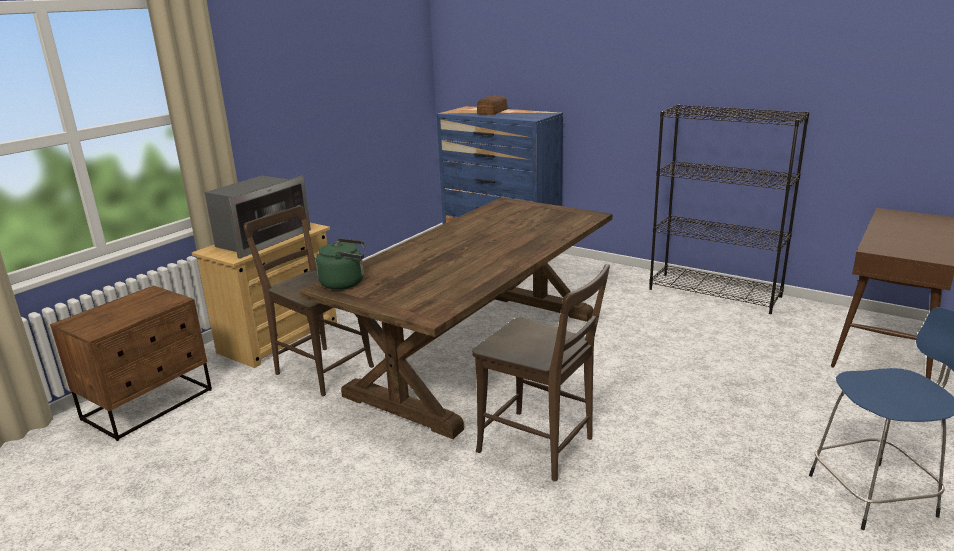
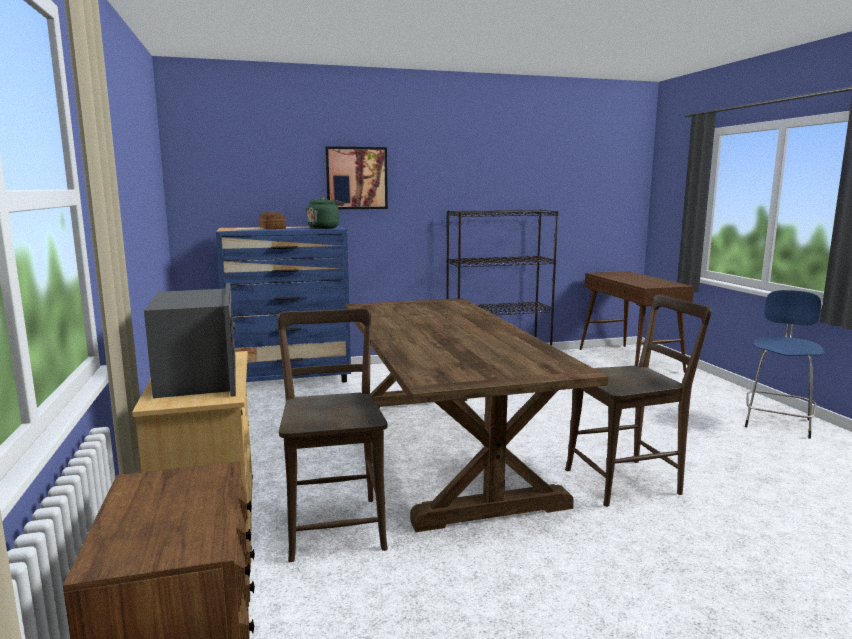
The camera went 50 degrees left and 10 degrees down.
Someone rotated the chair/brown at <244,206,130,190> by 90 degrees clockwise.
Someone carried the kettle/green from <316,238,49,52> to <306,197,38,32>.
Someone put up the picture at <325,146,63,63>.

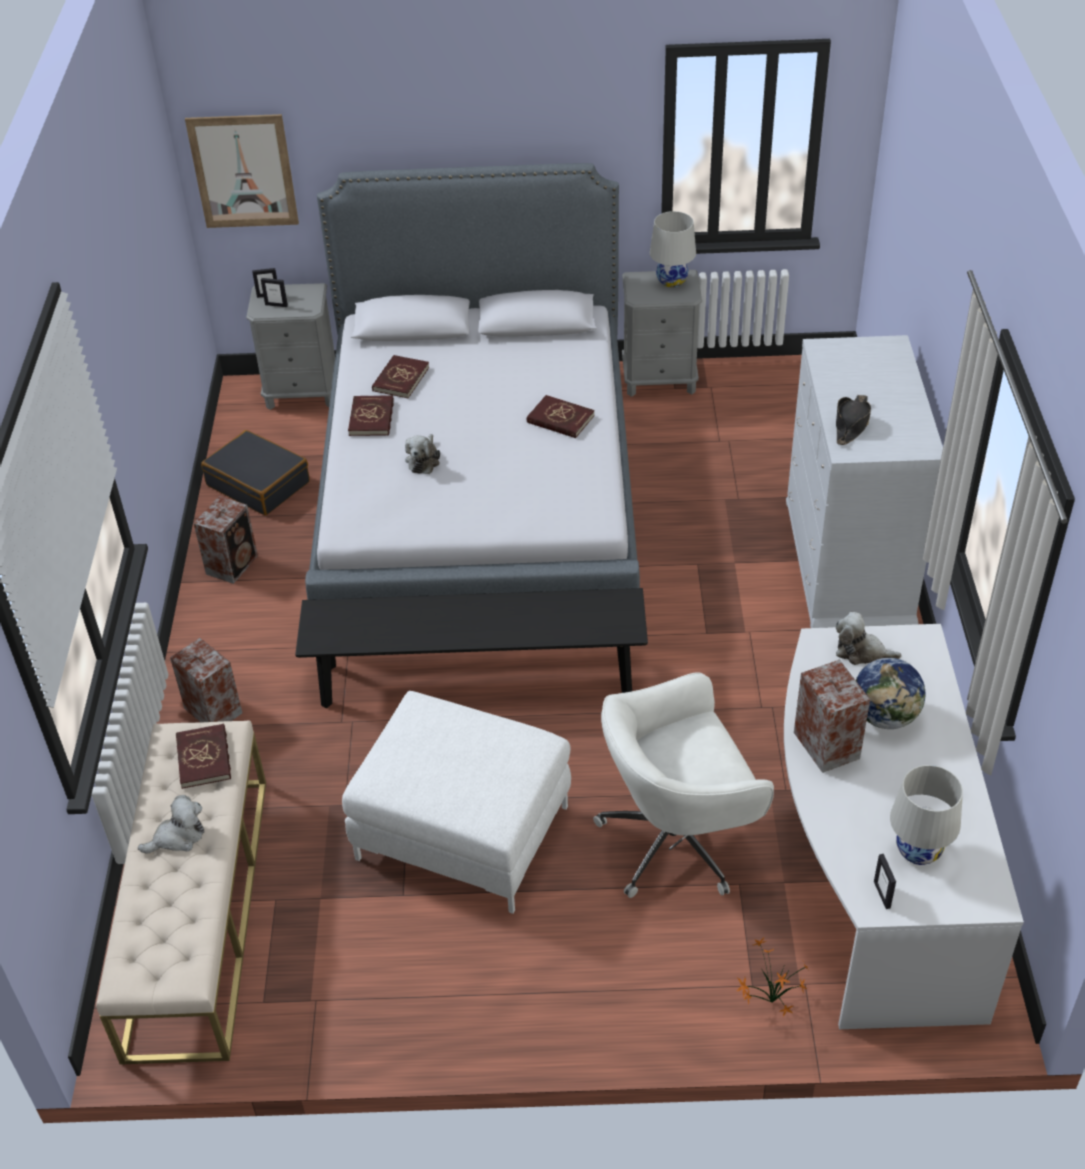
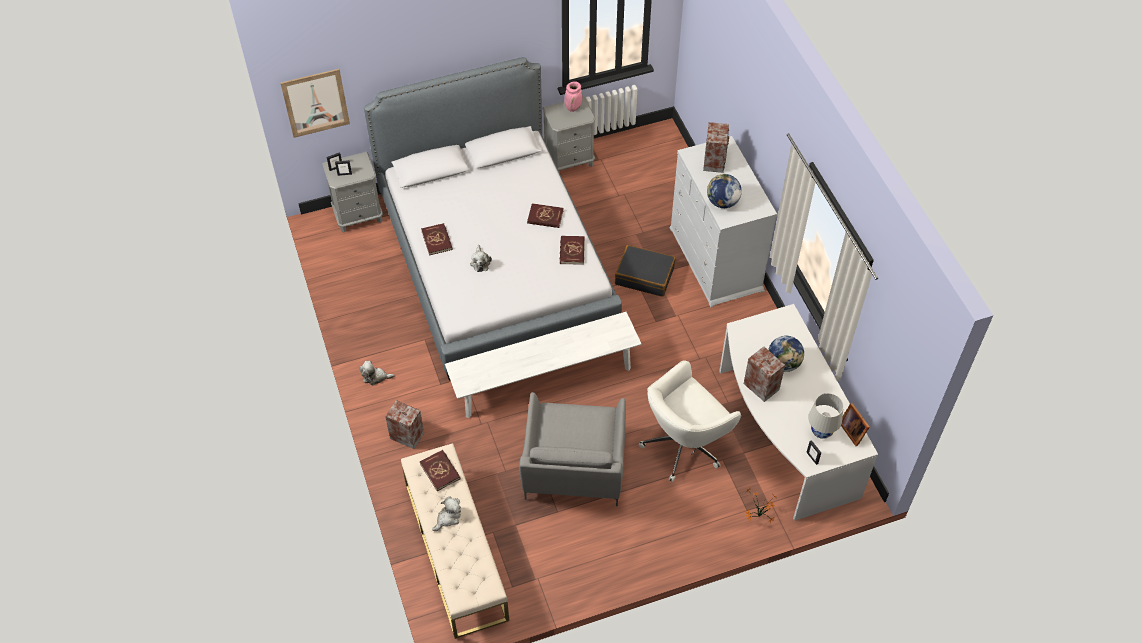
The camera went 20 degrees left and 10 degrees up.
Someone carried the plush toy from <836,612,66,53> to <360,361,35,24>.
Someone repainted the bench/black at <295,588,353,120>, which became the bench/white at <445,312,196,106>.
Someone swapped the ottoman/white at <342,691,229,223> for the armchair/grey at <519,392,107,114>.
Someone carried the book/red from <372,355,57,43> to <560,236,25,29>.
Someone swapped the table lamp/white at <650,211,46,76> for the vase/pink at <564,81,19,31>.
Someone carried the suitcase/black from <201,430,109,85> to <615,245,61,52>.
Someone carried the speaker from <193,496,65,88> to <703,122,26,51>.
Someone swapped the hat/black at <836,395,35,50> for the globe at <707,174,35,34>.
Someone put down the picture frame at <841,403,29,43>.

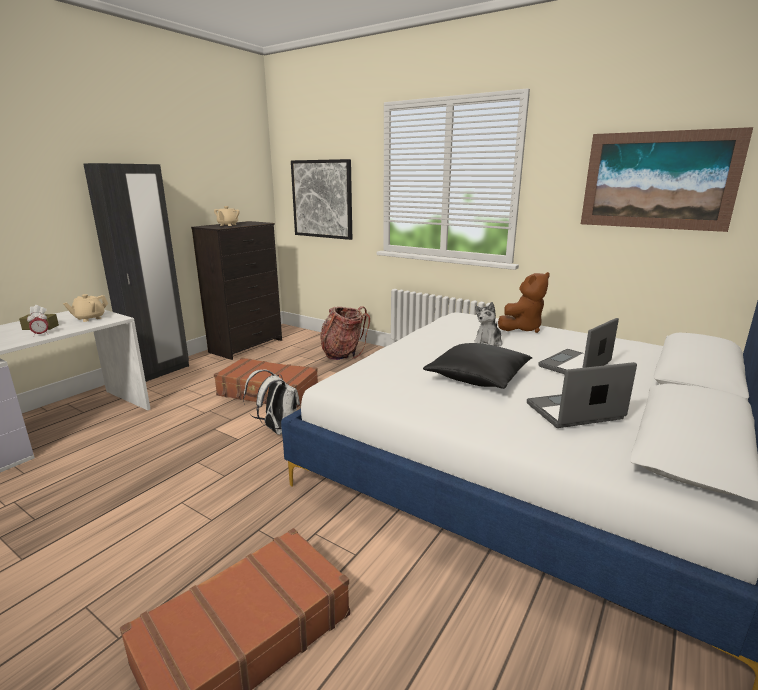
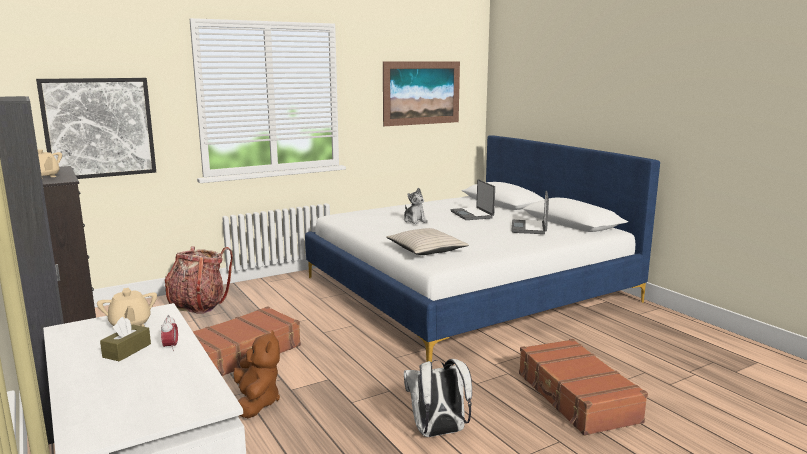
The camera went 65 degrees left and 5 degrees down.
Someone carried the plush toy/brown from <498,272,52,61> to <234,330,46,88>.
Someone put down the pillow/beige at <386,228,83,27>.
Someone carried the backpack/white from <243,369,57,66> to <404,359,68,78>.
Someone took away the pillow/black at <423,343,109,46>.

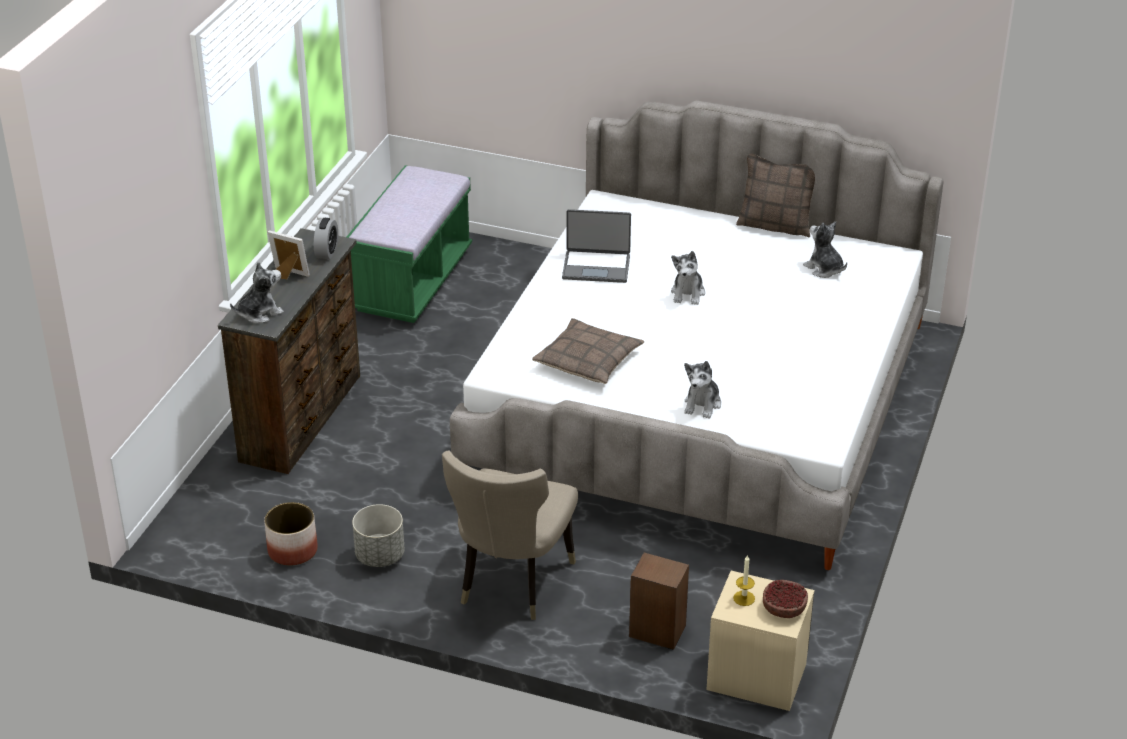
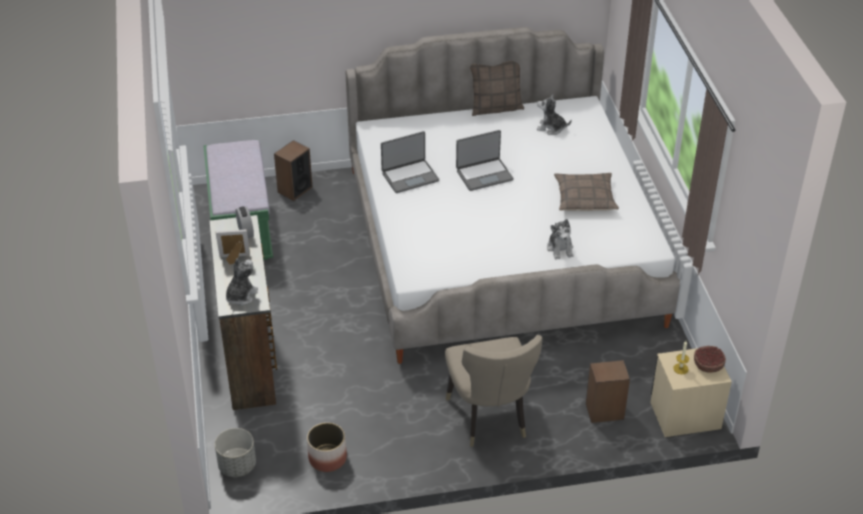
The camera went 30 degrees left and 5 degrees up.
Someone carried the planter/grey from <352,504,53,63> to <215,428,41,49>.
Someone put down the speaker at <274,140,38,61>.
Someone swapped the plush toy at <671,251,34,54> for the laptop at <456,130,58,61>.
Someone carried the pillow from <532,318,113,66> to <554,173,65,38>.

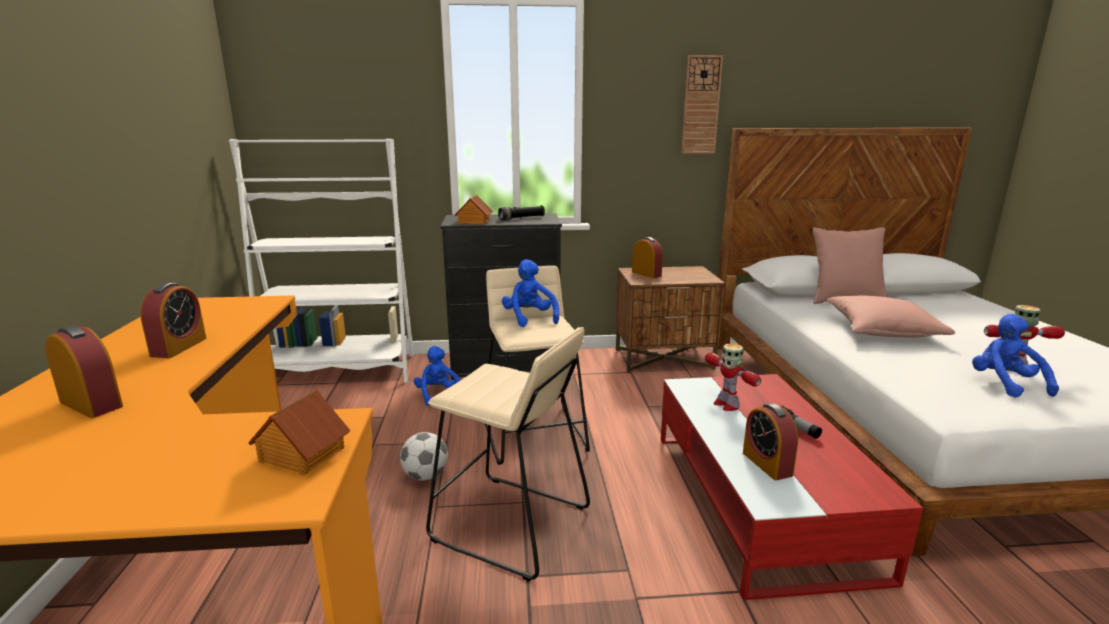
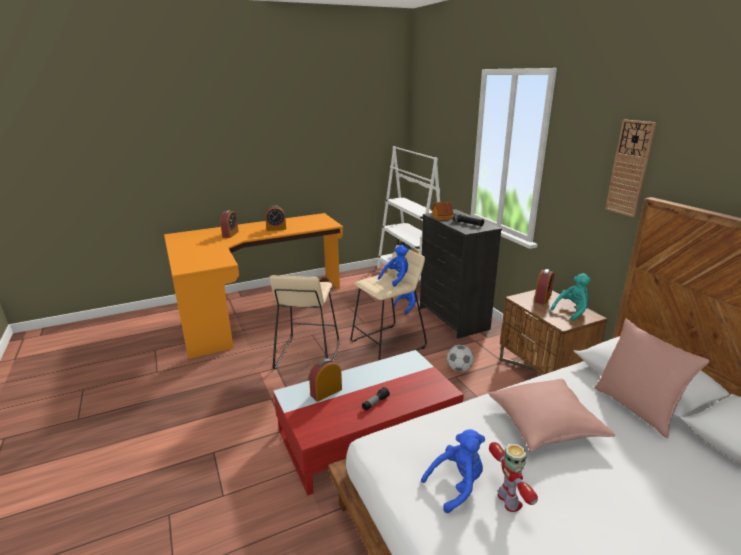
The camera went 70 degrees right and 5 degrees up.
Someone carried the football from <400,432,48,49> to <447,345,27,27>.
Someone put down the plush toy/turquoise at <550,273,41,48>.
Someone took away the toy house at <248,390,103,86>.
Someone took away the toy robot at <705,343,56,68>.

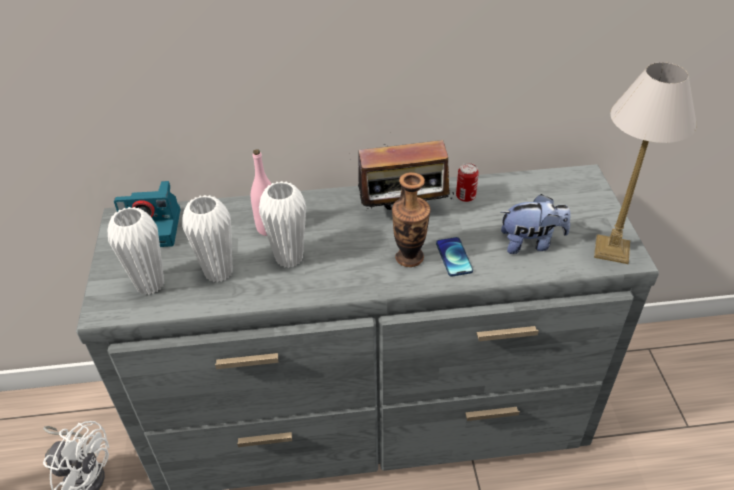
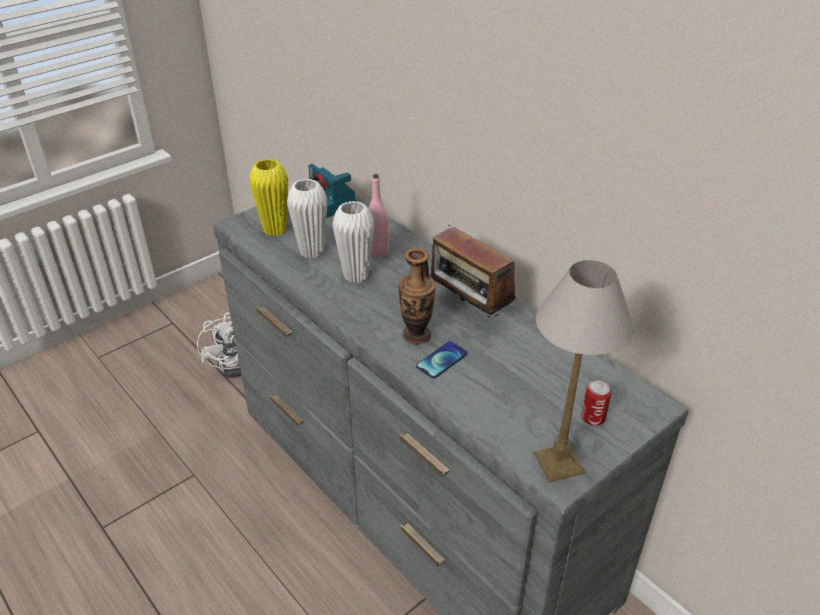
The camera went 55 degrees right and 5 degrees down.
Someone repainted the vase/white at <107,207,57,88>, which became the vase/yellow at <249,159,39,77>.
Someone carried the can from <456,163,23,39> to <581,380,30,46>.
Someone took away the plush toy at <500,194,70,60>.

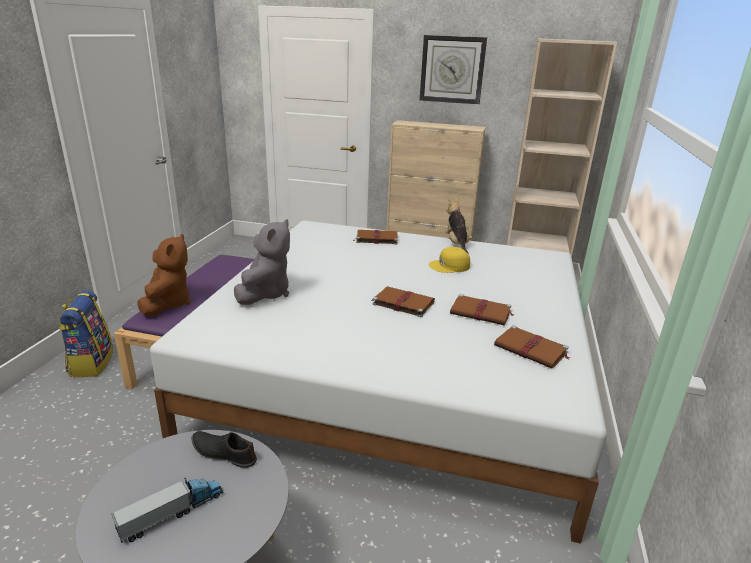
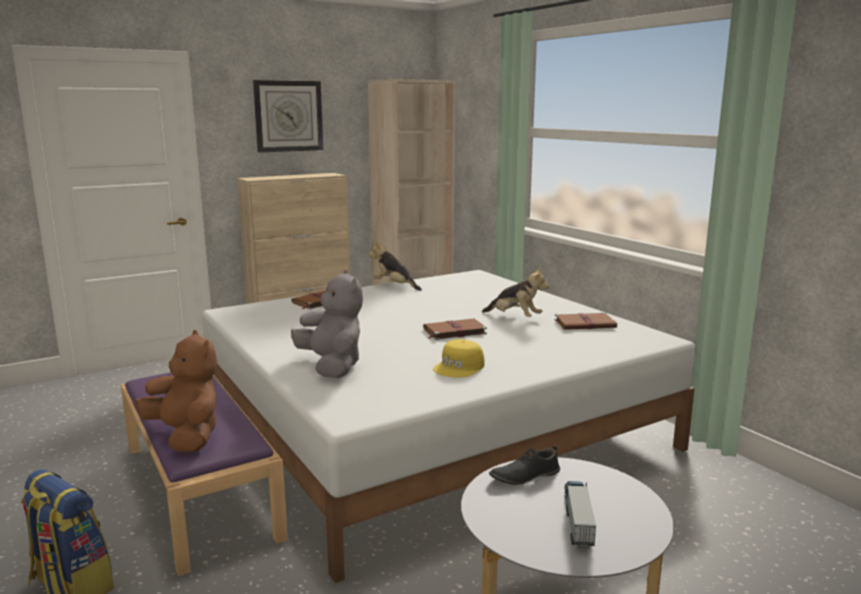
The camera went 45 degrees left and 10 degrees down.
Someone carried the cap/yellow from <429,247,41,26> to <433,339,52,38>.
Someone swapped the book/brown at <450,294,65,32> for the plush toy at <482,267,67,50>.

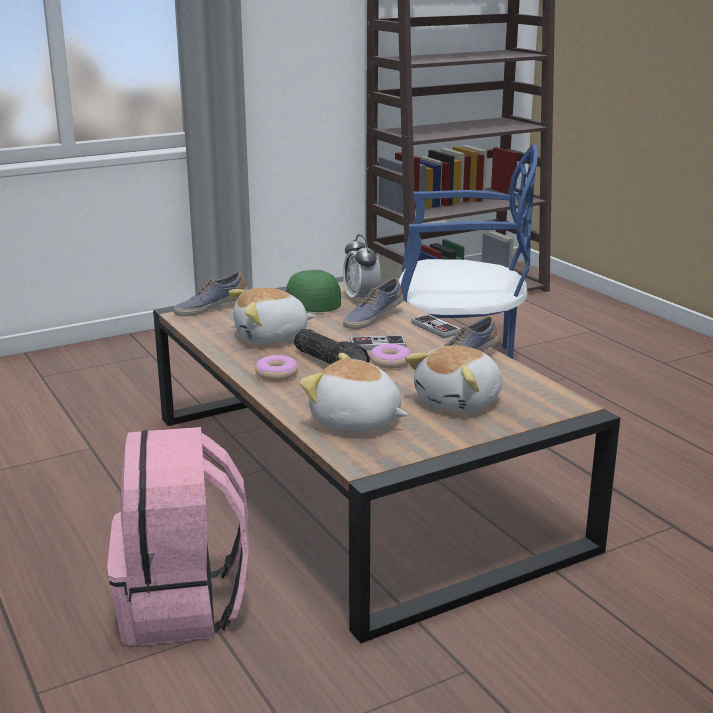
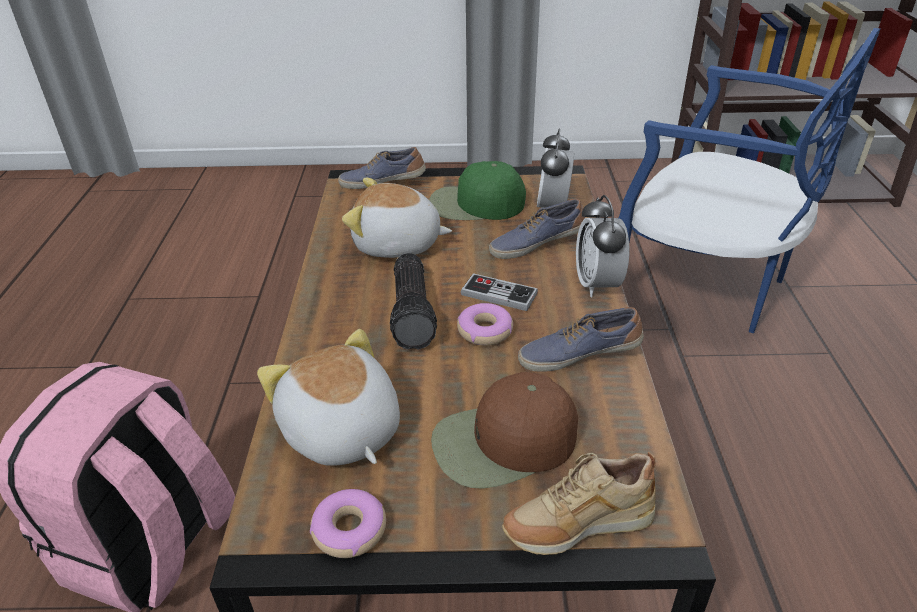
The camera went 30 degrees right and 15 degrees up.
Someone carried the donut from <255,355,43,26> to <310,489,76,69>.
Someone swapped the plush toy at <405,345,98,67> for the cap/brown at <431,372,147,117>.
Someone put down the shoe/beige at <502,452,154,103>.
Someone swapped the game controller at <411,314,50,24> for the alarm clock at <576,195,53,102>.

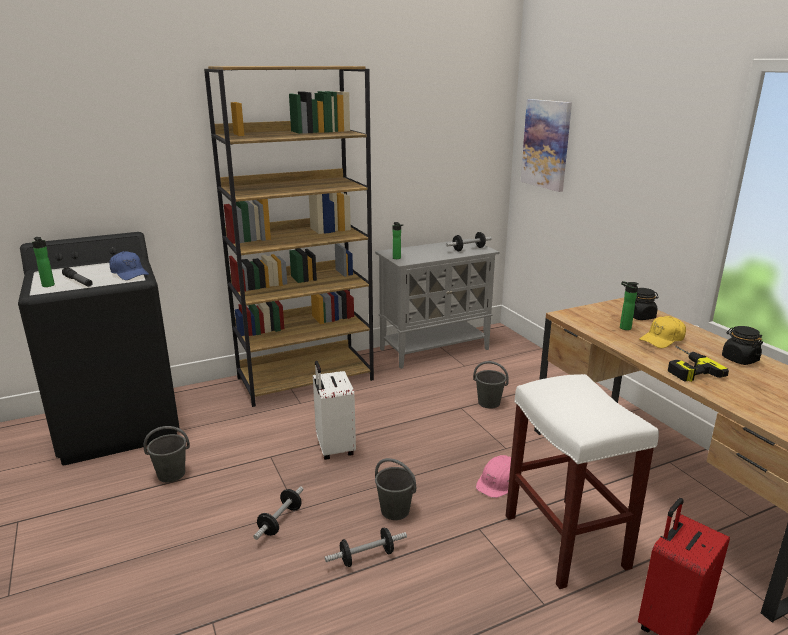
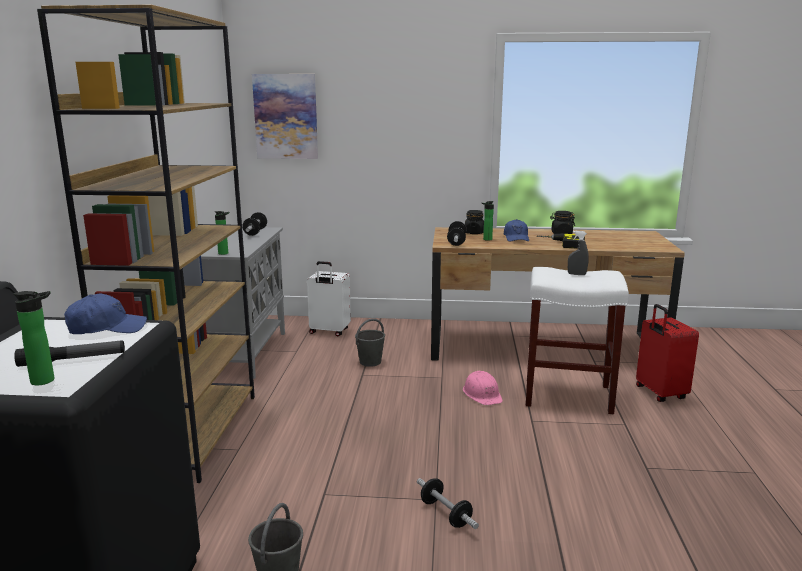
The camera went 60 degrees left and 5 degrees down.
Someone carried the suitcase/white from <313,361,43,99> to <307,261,44,75>.
Someone carried the dumbbell from <325,528,82,39> to <447,221,19,25>.
Someone repainted the cap/yellow at <639,316,47,32>, which became the cap/blue at <504,219,25,22>.
Someone put down the spray bottle/grey at <568,231,21,44>.
Someone took away the bucket/grey at <375,458,41,62>.

